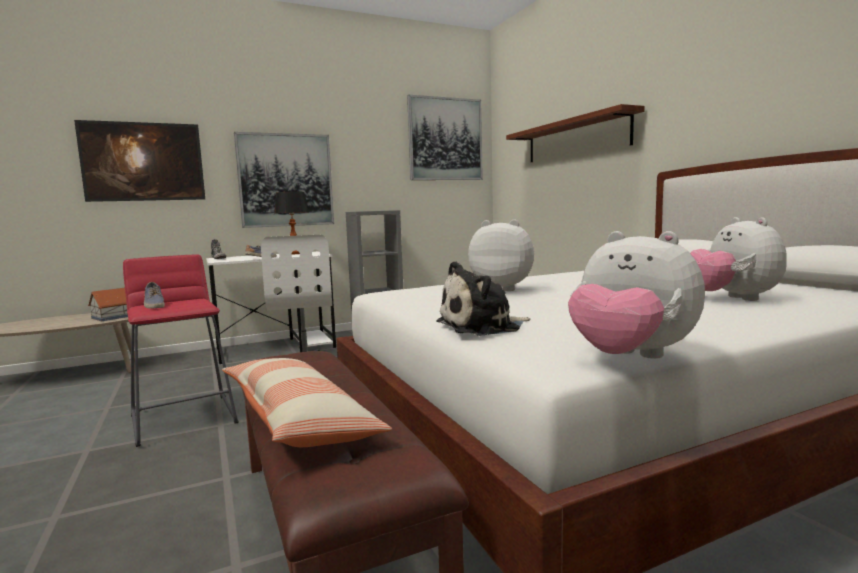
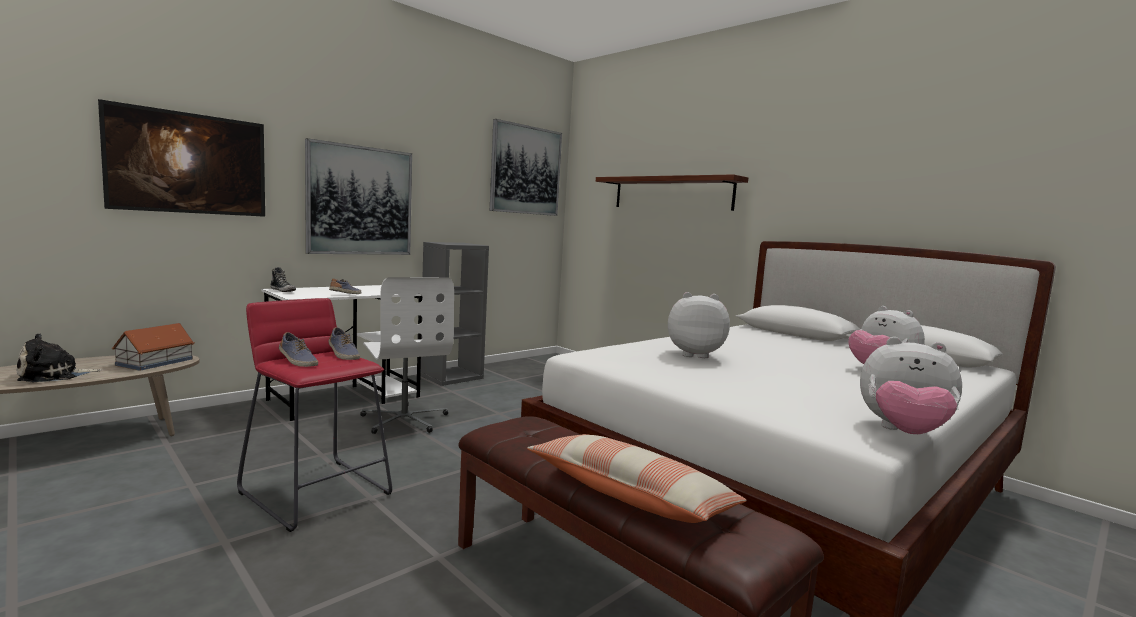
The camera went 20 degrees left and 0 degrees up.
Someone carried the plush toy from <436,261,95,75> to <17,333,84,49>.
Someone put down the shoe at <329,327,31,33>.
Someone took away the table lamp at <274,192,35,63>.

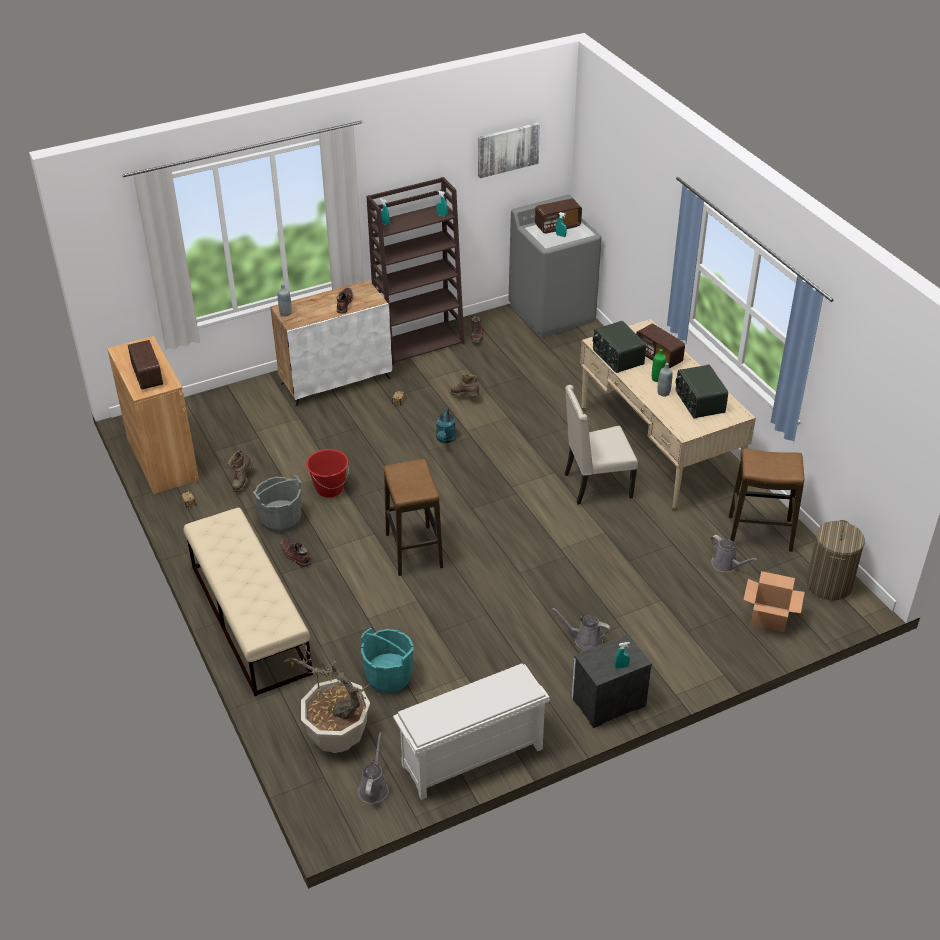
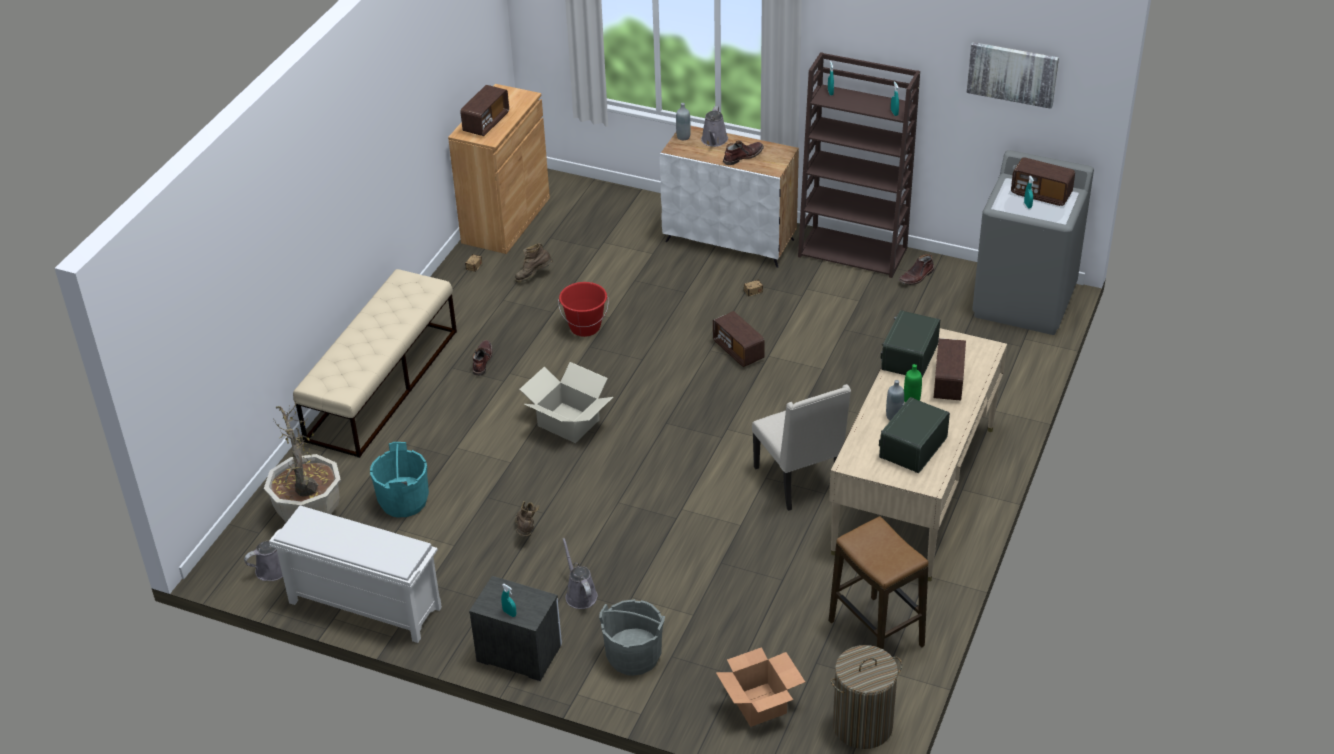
The camera went 50 degrees right and 0 degrees up.
Someone carried the boot/brown from <450,373,30,23> to <515,501,24,36>.
Someone swapped the stool at <384,459,59,117> for the cardboard box at <520,362,93,81>.
Someone carried the bucket/grey from <253,475,49,58> to <599,599,66,77>.
Someone carried the watering can/grey from <710,535,48,37> to <701,106,27,41>.
Someone swapped the watering can/turquoise at <436,408,20,35> for the radio at <713,311,52,56>.
Someone rotated the chair/beige at <565,385,73,120> by 150 degrees counterclockwise.

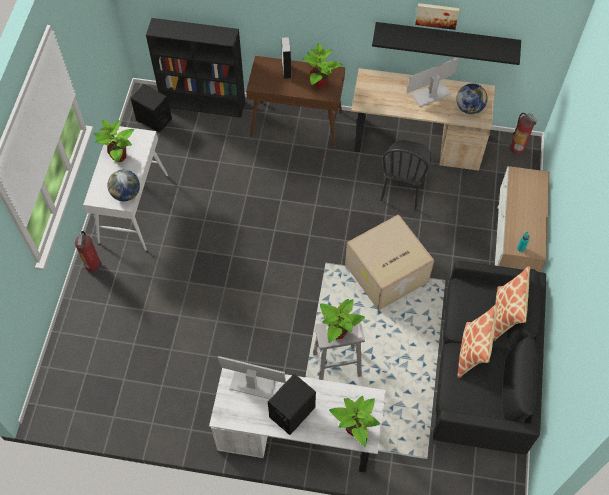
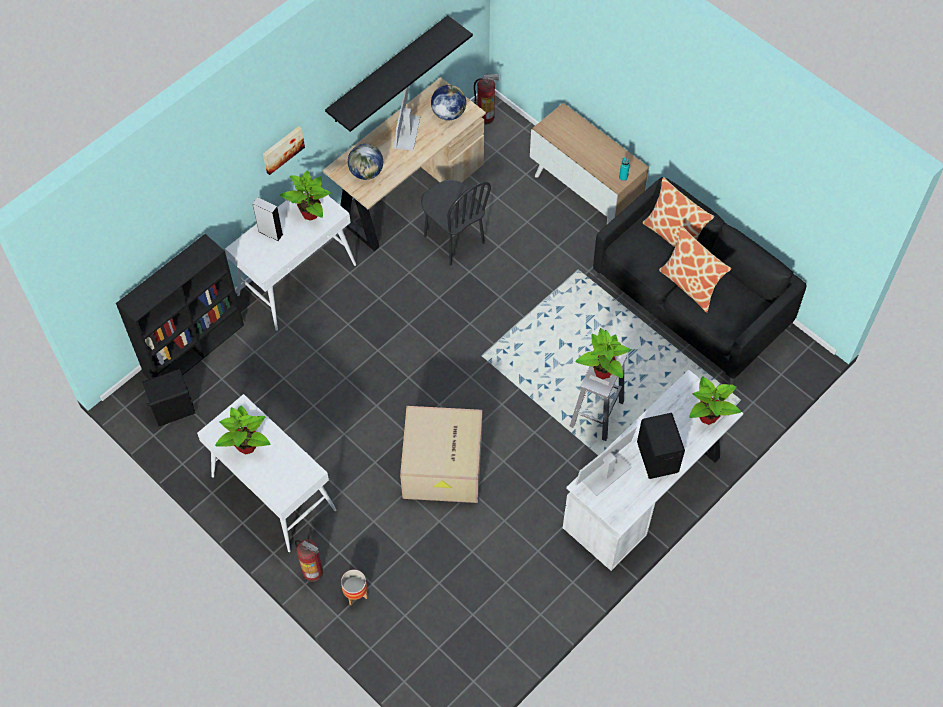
The camera went 55 degrees left and 0 degrees up.
Someone repainted the console table/brown at <246,56,99,92>, which became the console table/white at <225,191,131,140>.
Someone carried the picture from <415,3,44,27> to <263,126,42,49>.
Someone put down the planter at <341,570,27,35>.
Someone carried the globe from <107,170,33,31> to <348,144,35,36>.
Someone carried the cardboard box from <345,214,89,97> to <400,406,82,97>.

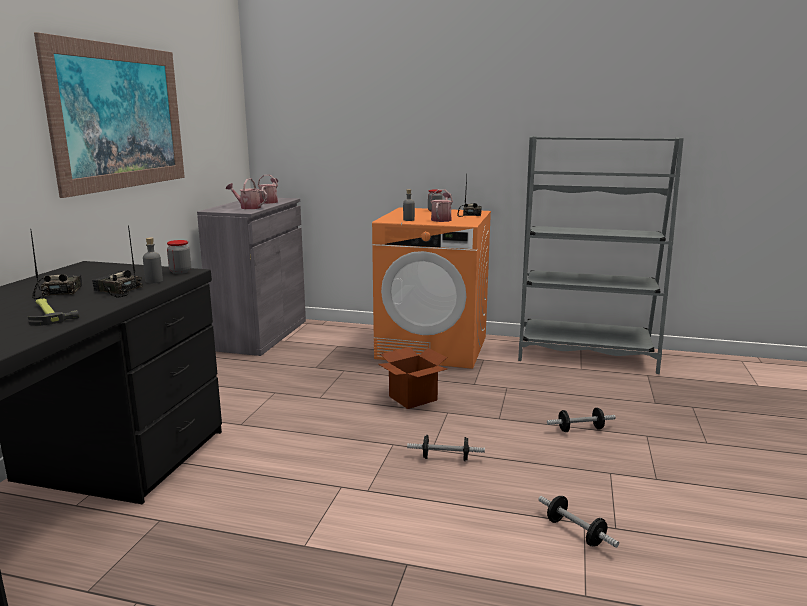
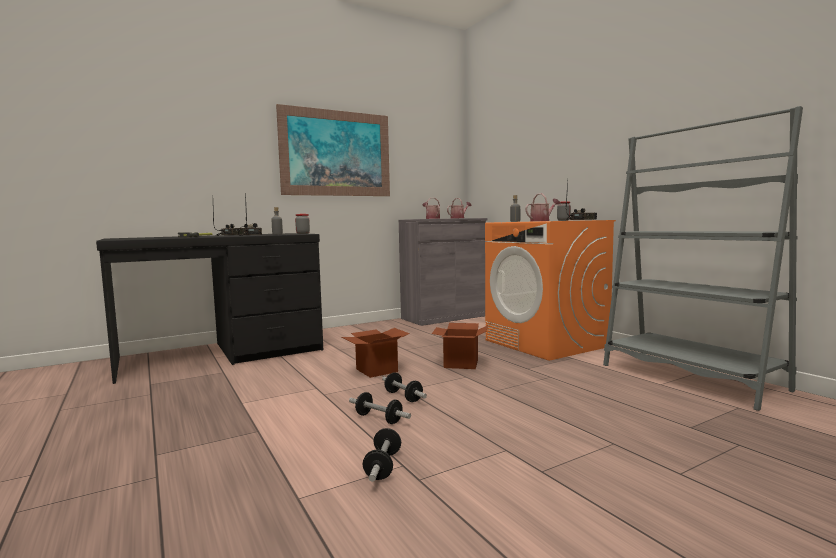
The camera went 45 degrees right and 10 degrees down.
Someone put down the cardboard box at <342,328,68,50>.
Someone carried the dumbbell from <547,408,69,24> to <349,392,62,32>.

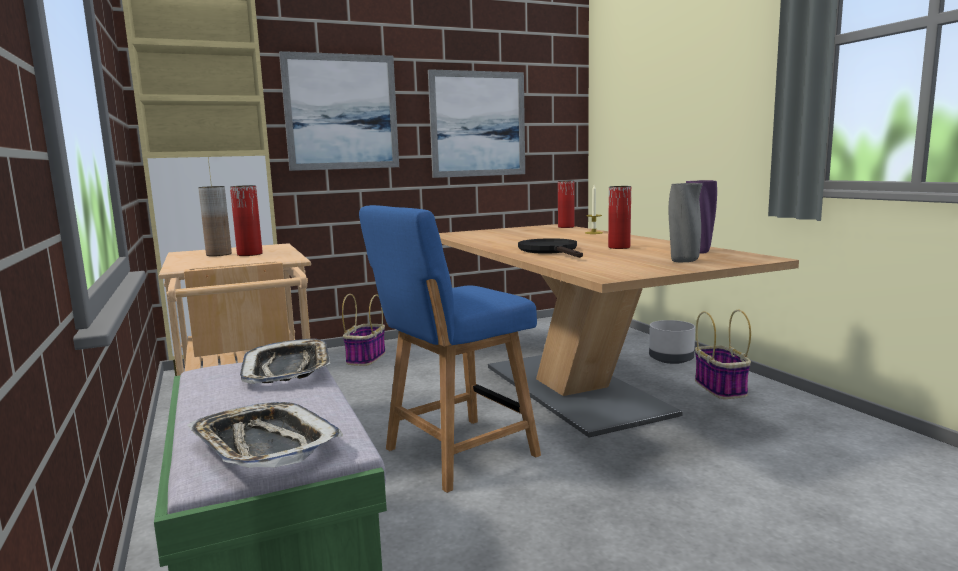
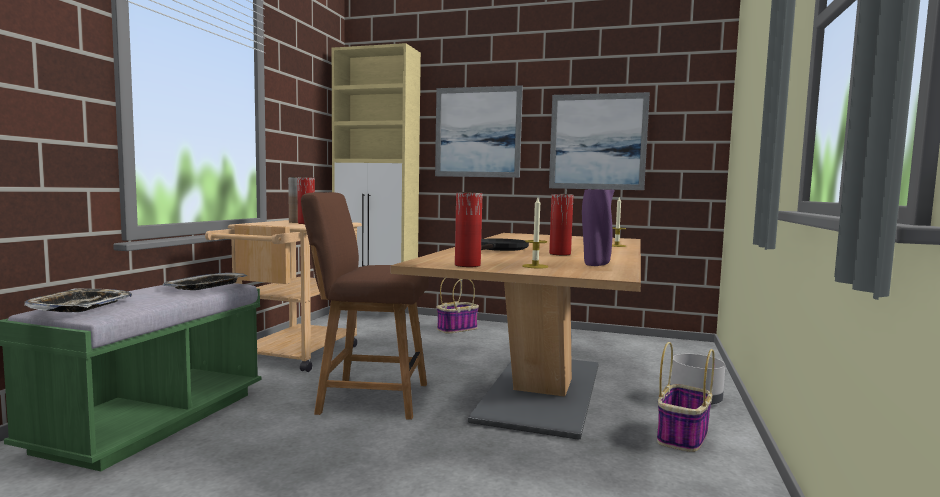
The camera went 40 degrees right and 5 degrees down.
Someone repainted the chair/blue at <359,205,182,288>, which became the chair/brown at <301,192,128,228>.
Someone carried the vase/red from <558,181,16,47> to <455,192,27,75>.
Someone swapped the vase/grey at <669,183,34,79> for the candle at <522,198,26,70>.

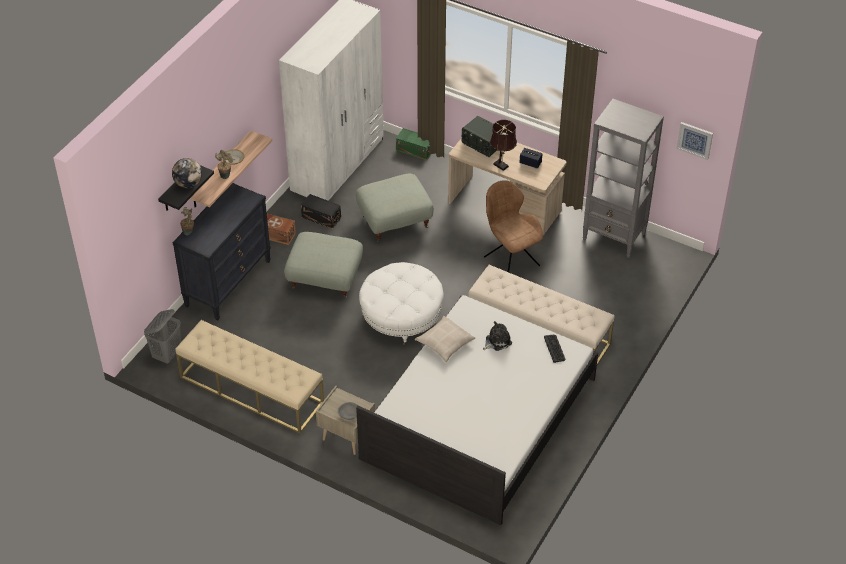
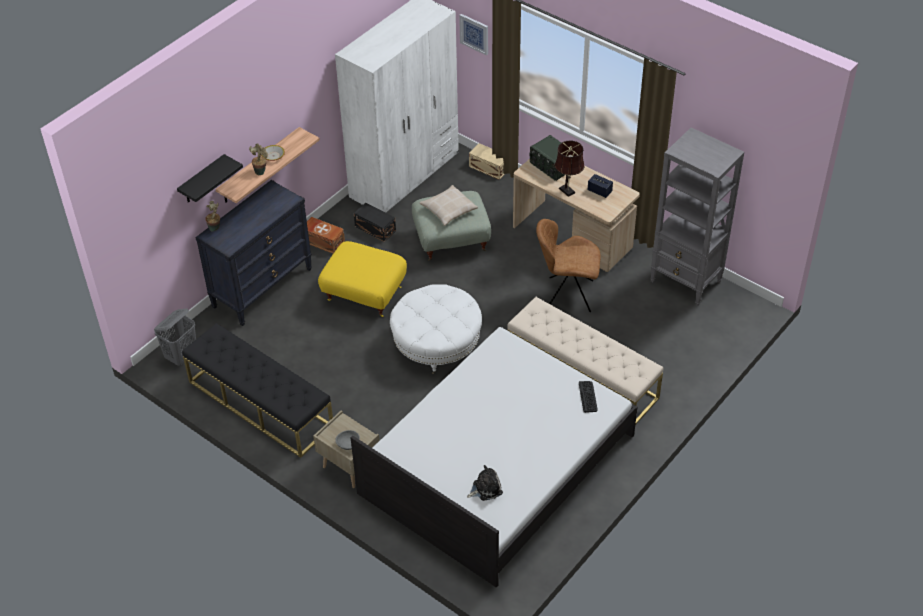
The camera went 10 degrees right and 0 degrees up.
Someone repainted the bench/beige at <176,320,148,113>, which became the bench/black at <182,323,151,135>.
Someone repainted the ottoman/grey at <284,232,79,66>, which became the ottoman/yellow at <318,241,89,76>.
Someone carried the pillow/beige from <415,316,60,46> to <420,185,58,41>.
Someone carried the picture from <676,122,37,38> to <459,14,29,42>.
Someone carried the plush toy from <483,321,29,30> to <467,465,36,36>.
Someone repainted the storage box/green at <396,128,35,32>, which became the storage box/beige at <469,143,36,37>.
Someone rotated the chair/brown at <484,181,59,91> by 60 degrees counterclockwise.
Someone took away the globe at <172,158,30,30>.

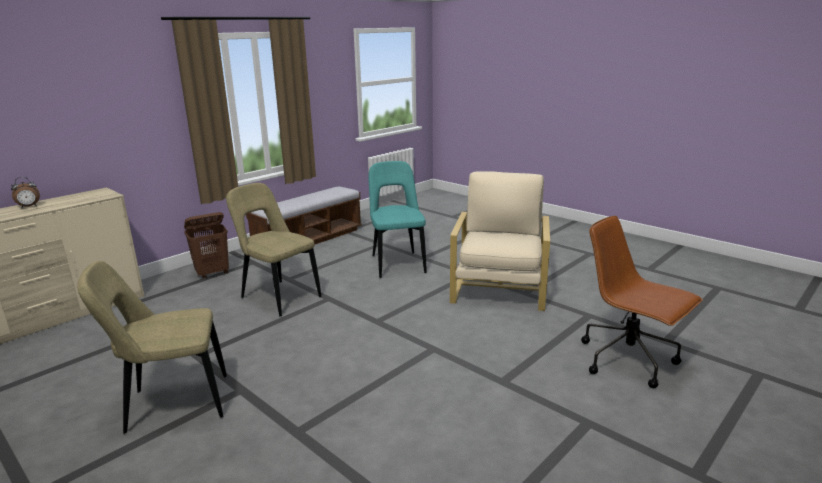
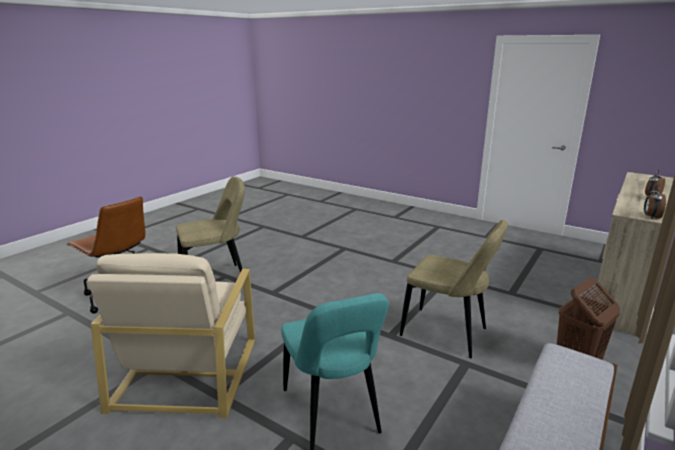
The camera went 170 degrees right and 0 degrees up.
Someone carried the chair/beige from <78,261,149,172> to <176,176,69,96>.
Someone put down the alarm clock at <644,185,22,34>.

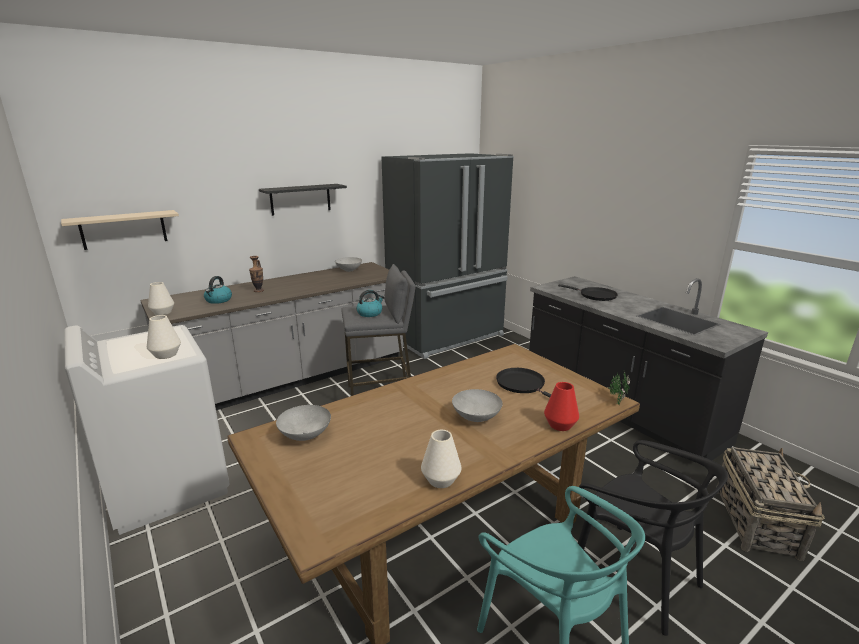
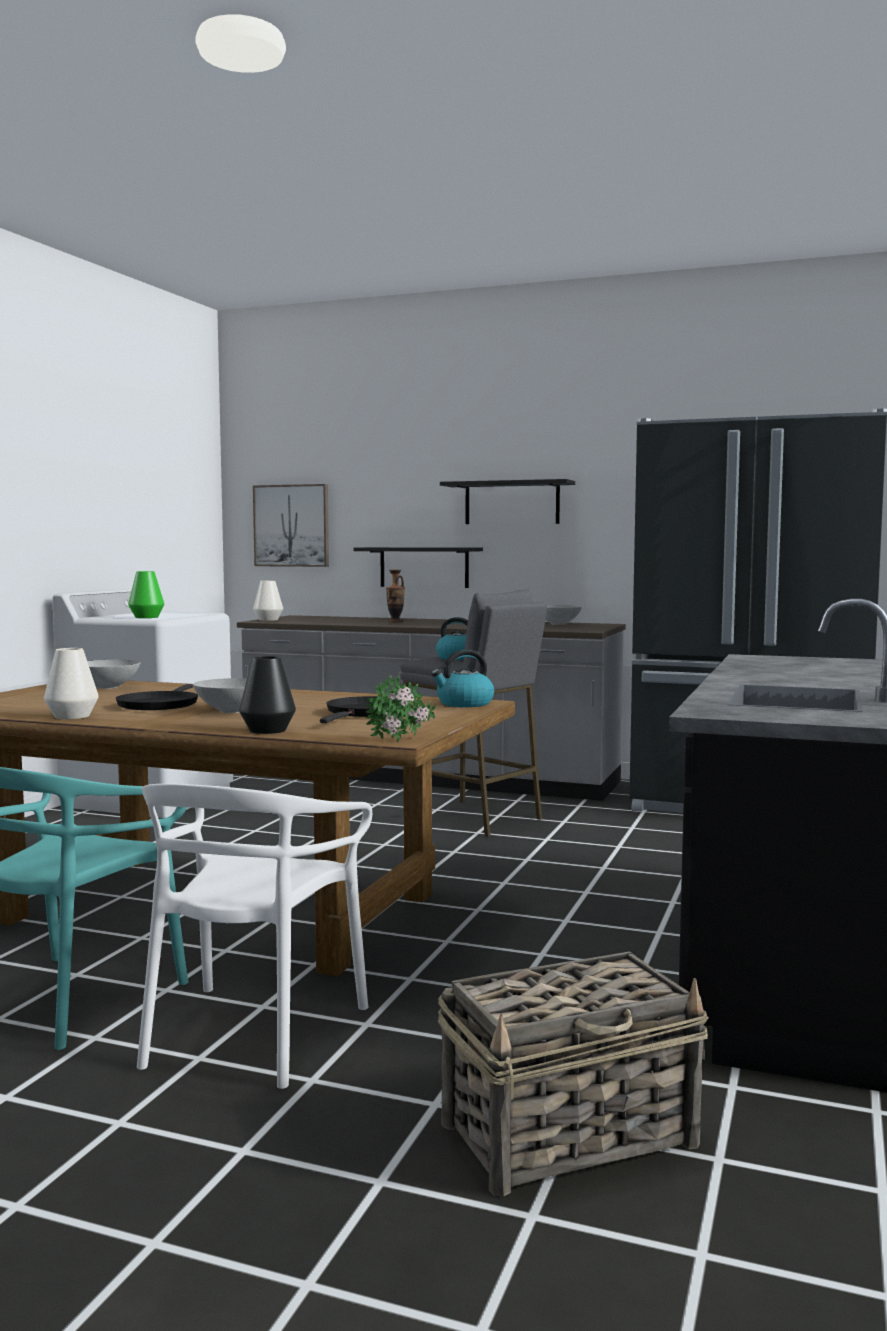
The camera went 55 degrees right and 15 degrees down.
Someone carried the frying pan/black from <558,284,60,17> to <116,684,82,26>.
Someone repainted the vase/white at <147,315,34,44>, which became the vase/green at <128,571,36,47>.
Someone repainted the chair/black at <578,440,150,196>, which became the chair/white at <137,784,235,305>.
Someone repainted the vase/red at <544,382,35,49>, which became the vase/black at <239,656,57,78>.
Someone swapped the shelf/beige at <61,210,118,40> for the picture at <253,484,76,83>.
Someone put up the shelf/black at <353,547,130,41>.
Someone carried the kettle from <204,276,28,28> to <431,649,63,58>.

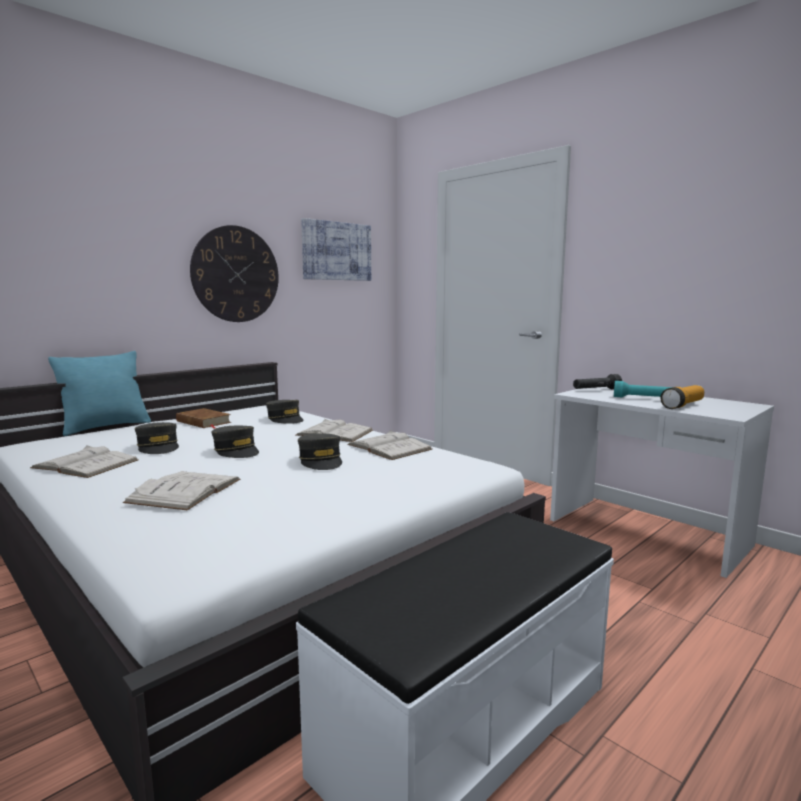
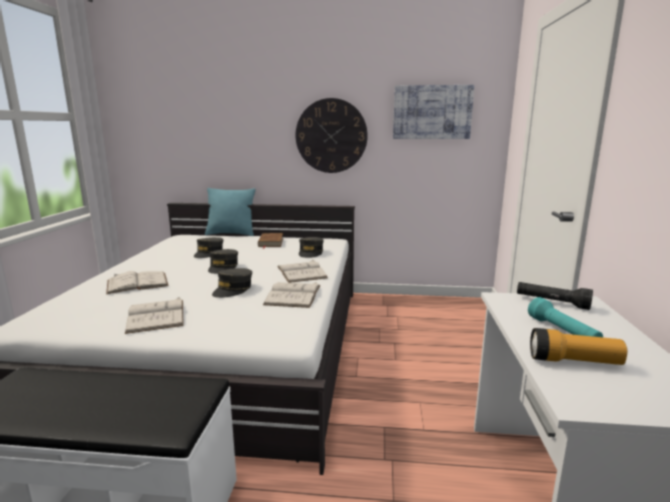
The camera went 50 degrees right and 5 degrees up.
Someone carried the book/white from <30,445,109,33> to <125,297,59,37>.

